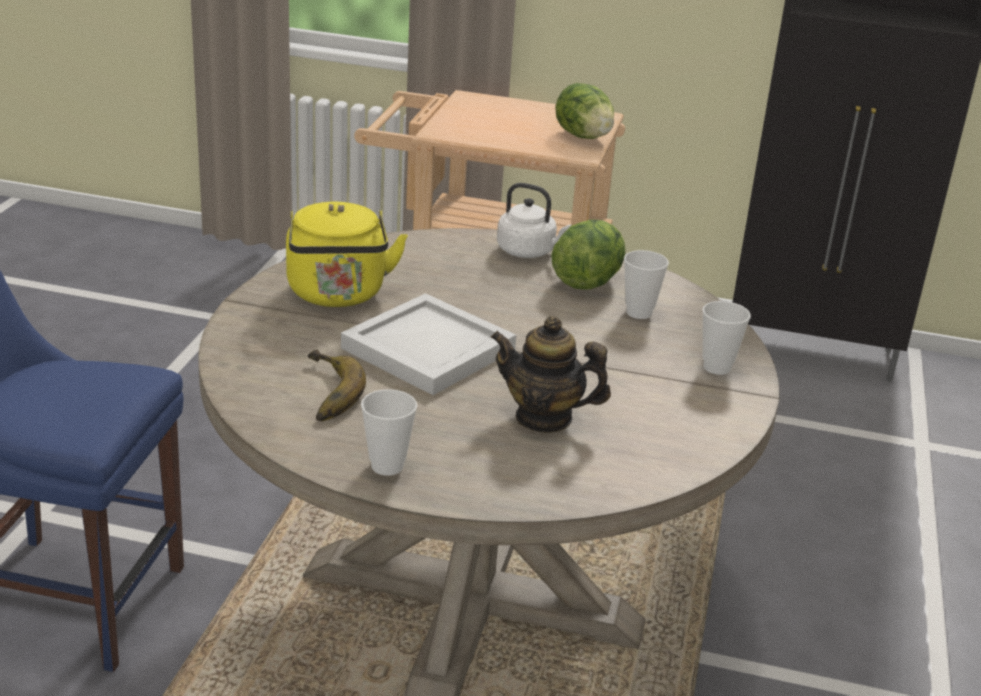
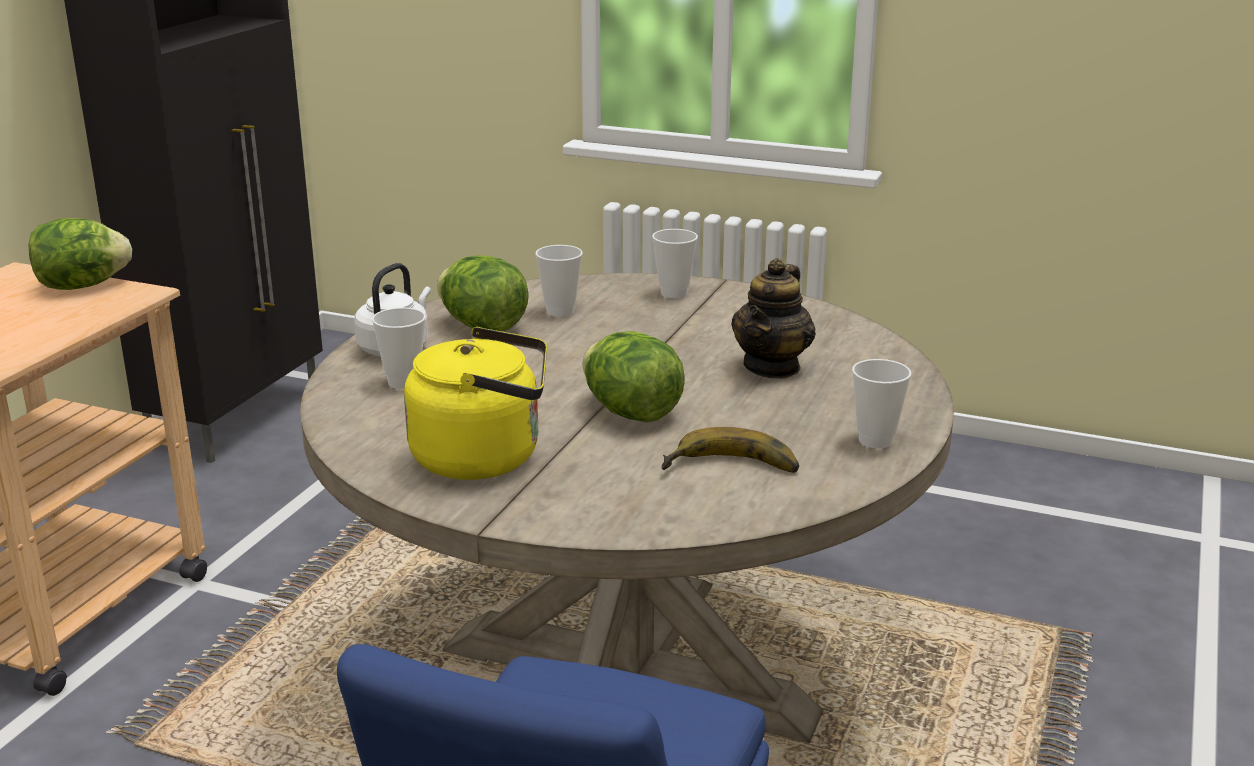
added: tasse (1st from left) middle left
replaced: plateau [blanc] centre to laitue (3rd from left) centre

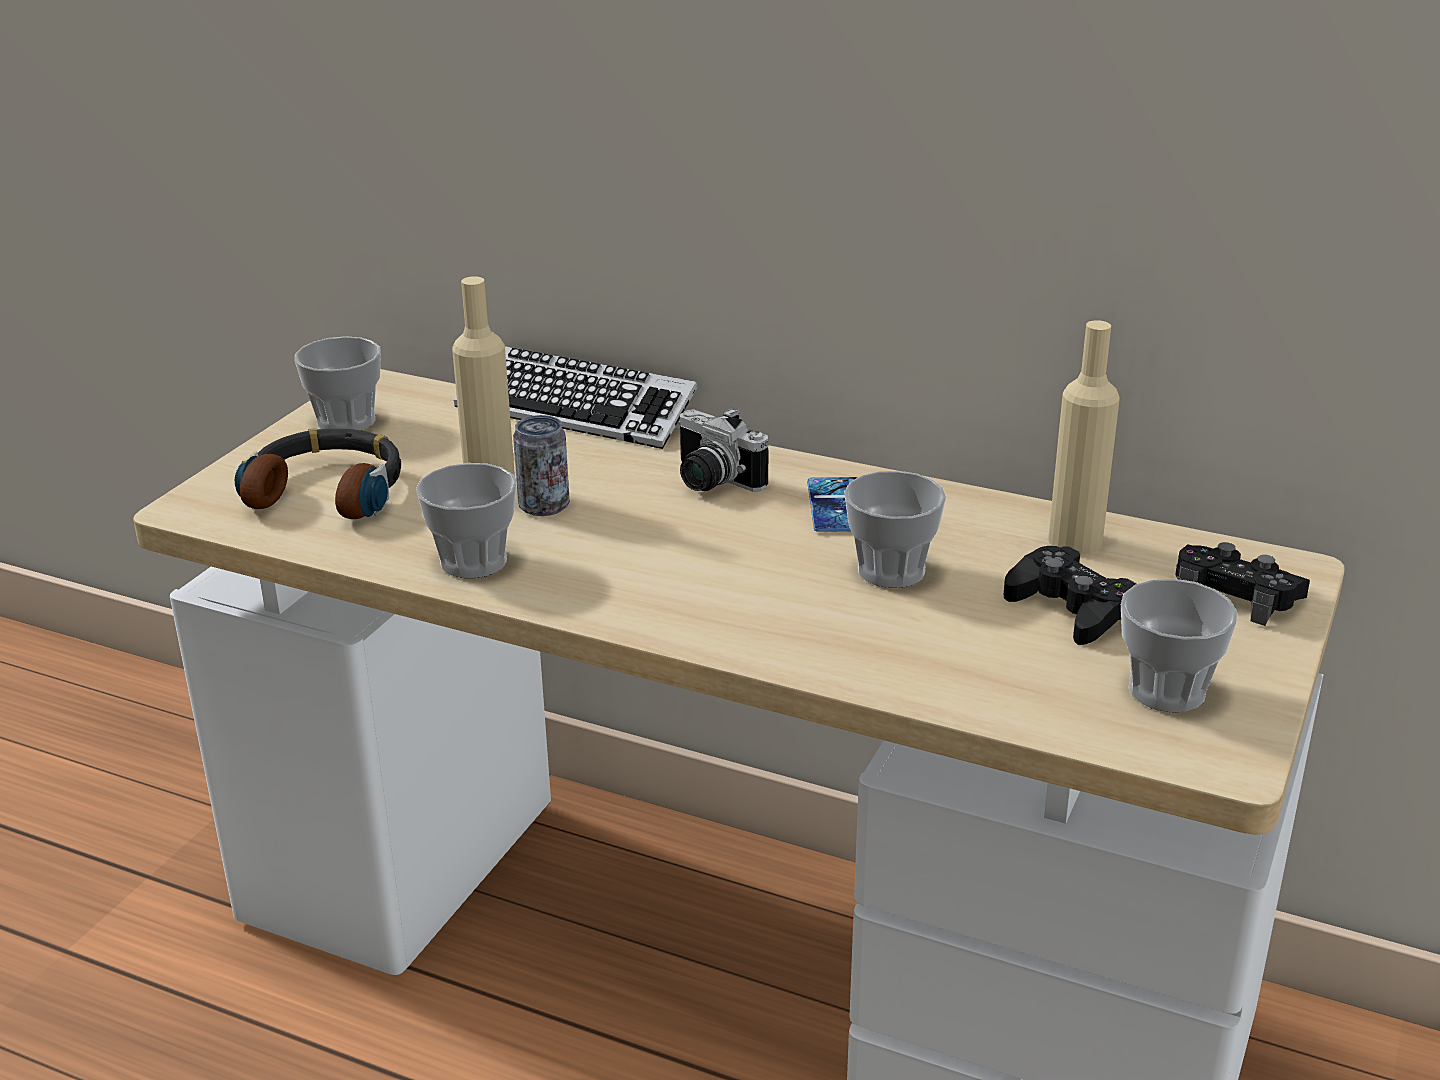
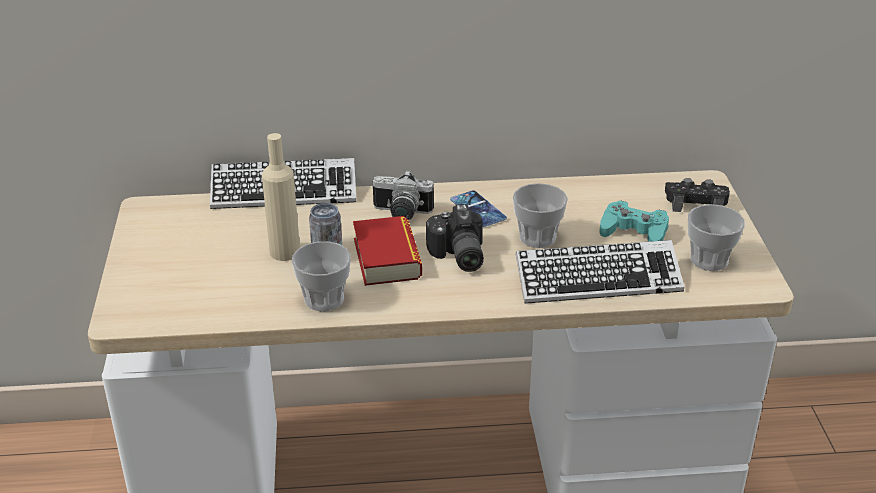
removed: casque audio middle left; tasse (1st from left) middle left; bouteille [beige] (2nd from left) middle right
added: livre centre; appareil photo (2nd from left) centre; clavier (2nd from left) middle right
recoloured: manette [noir] (1st from left) middle right to manette [turquoise] middle right

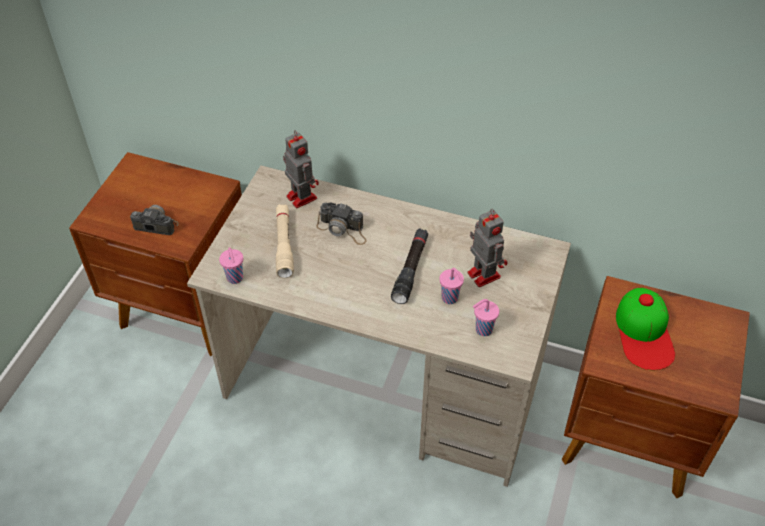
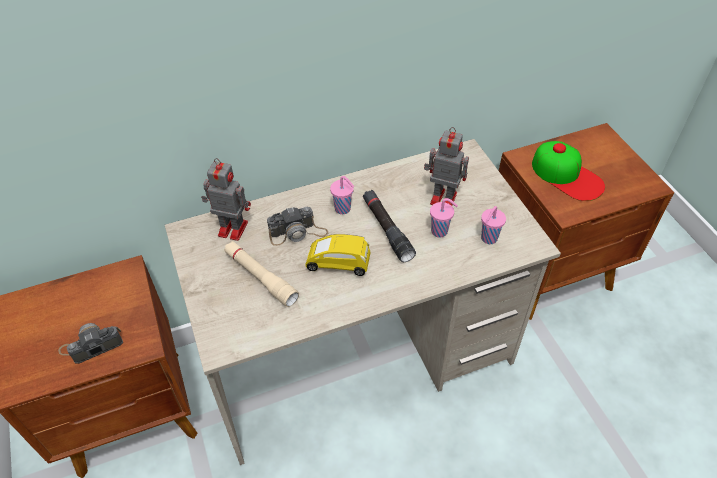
added: petite voiture [jaune] centre
moved: tasse [rose] (1st from left) middle left to centre

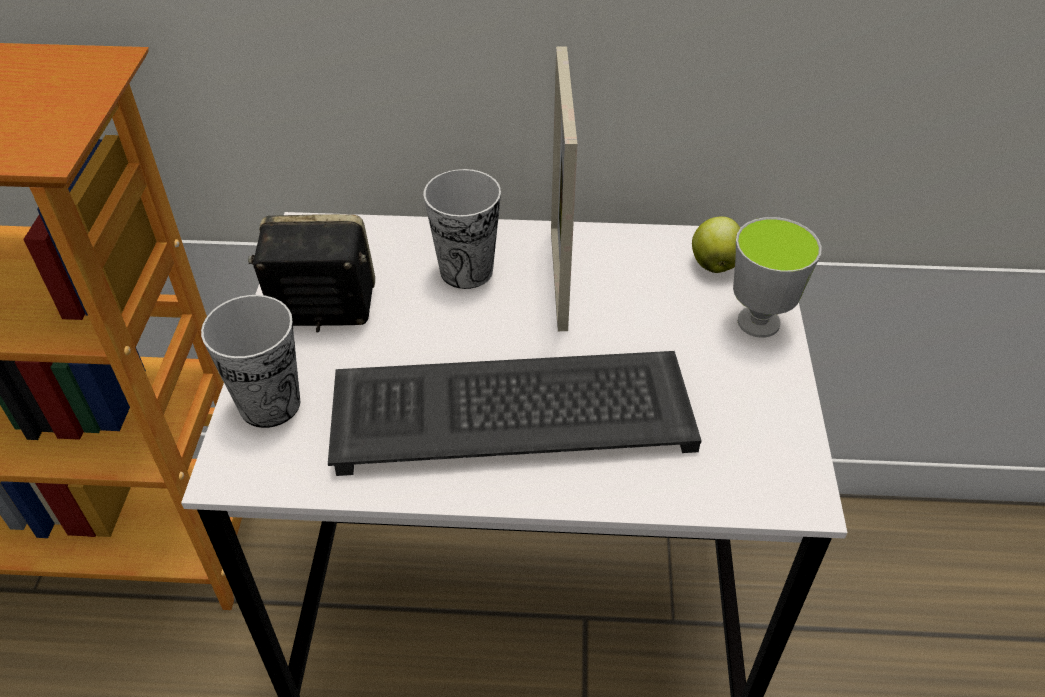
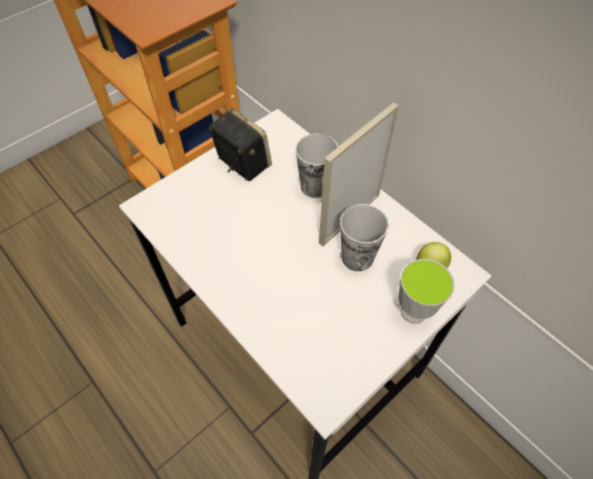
removed: clavier centre
moved: tasse (1st from left in the first image) middle left to tasse (2nd from left) centre

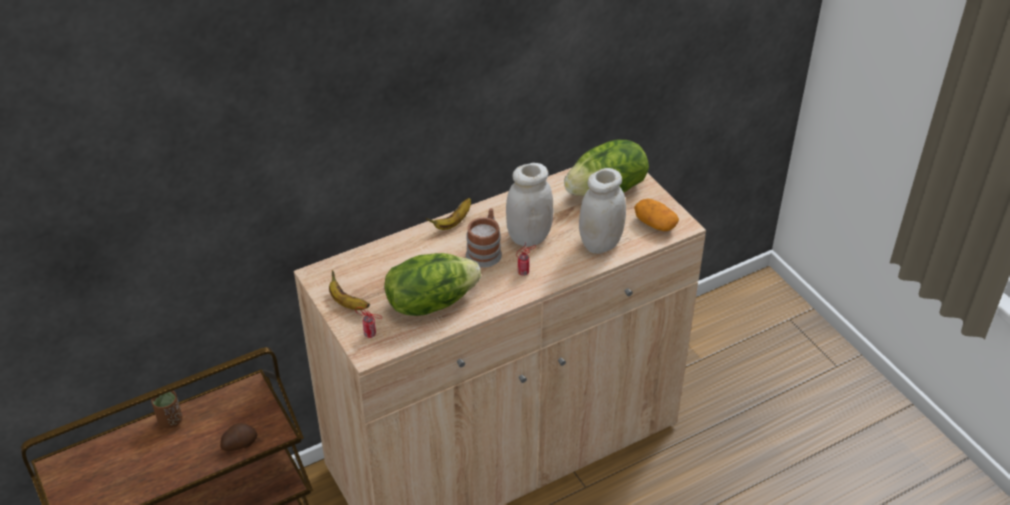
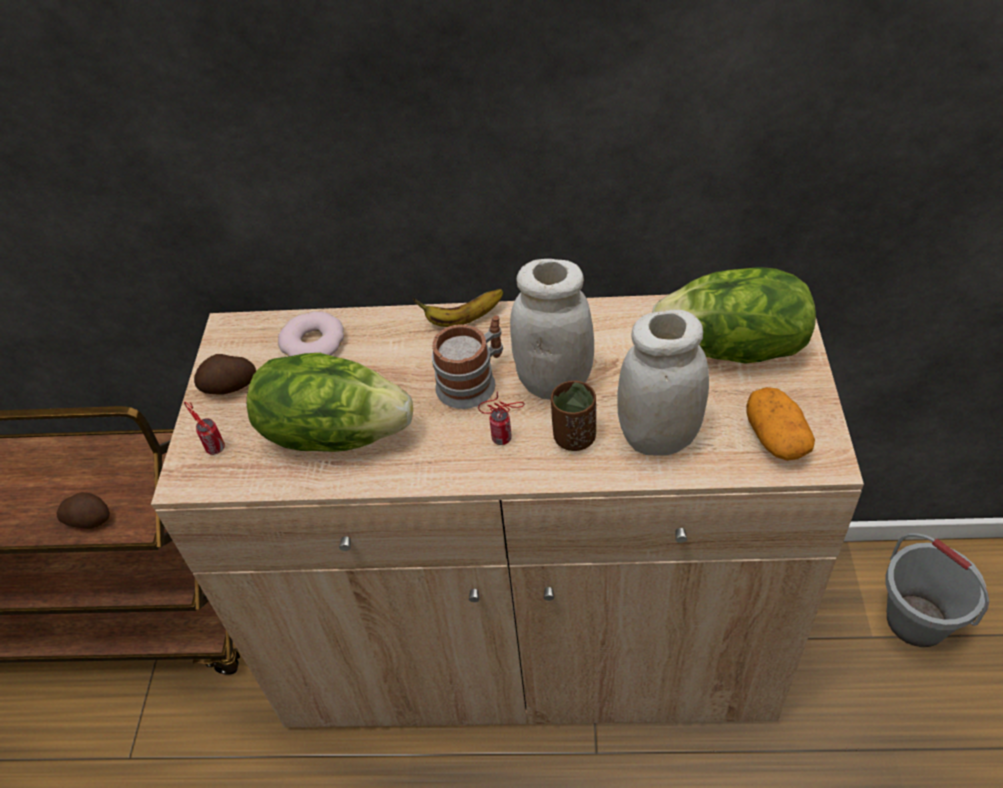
added: beignet middle left; seau [gris] bottom right
moved: tasse [marron] bottom left to centre
replaced: banane (1st from left) centre to pomme de terre (2nd from left) middle left

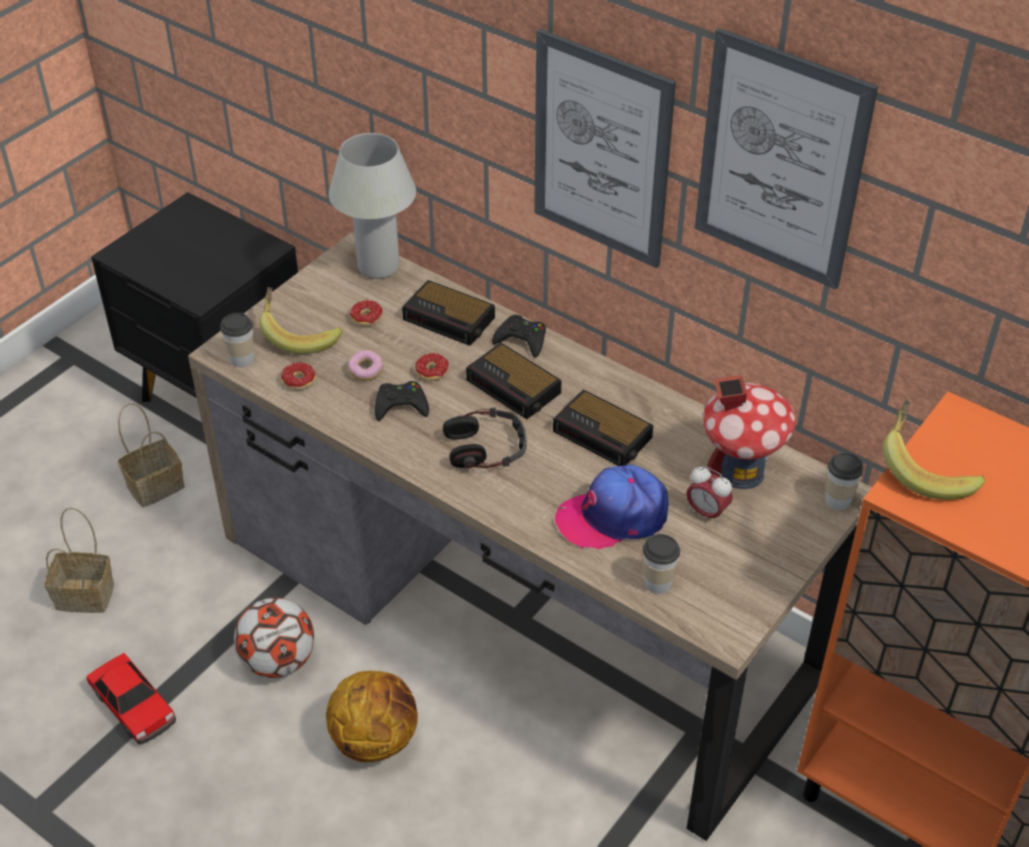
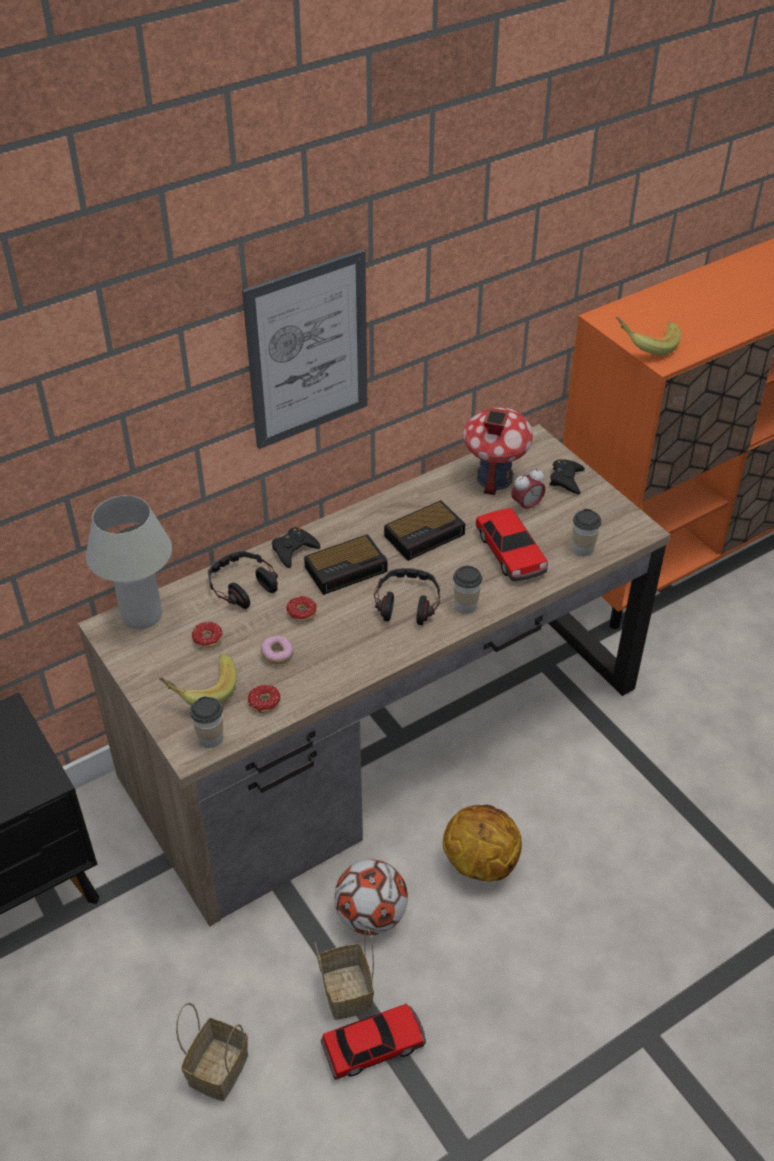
removed: tableau (2nd from left) top right
moved: panier (2nd from left) middle left to bottom centre; tasse (3rd from left in the first image) middle right to tasse (2nd from left) centre; manette [noir] (1st from left in the first image) centre to manette [noir] (2nd from left) middle right
replaced: réveil (1st from left) centre to casque audio (1st from left) middle left; casquette centre to petite voiture (2nd from left) centre

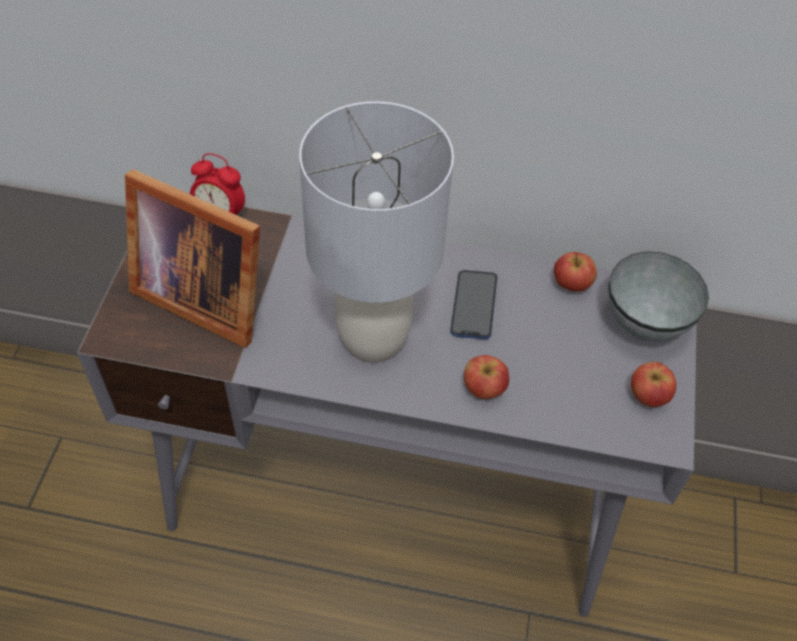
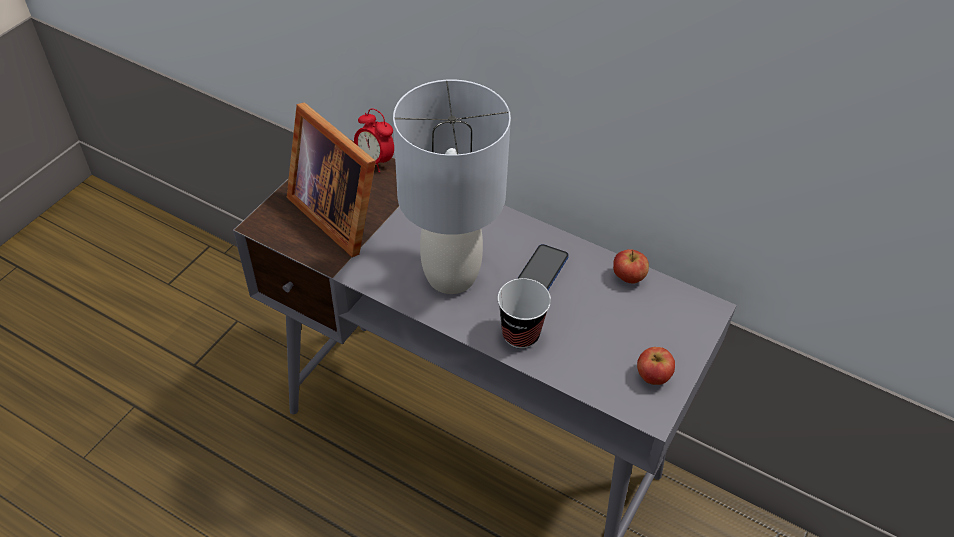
removed: bol [gris] middle right
replaced: pomme (1st from left) centre to tasse centre

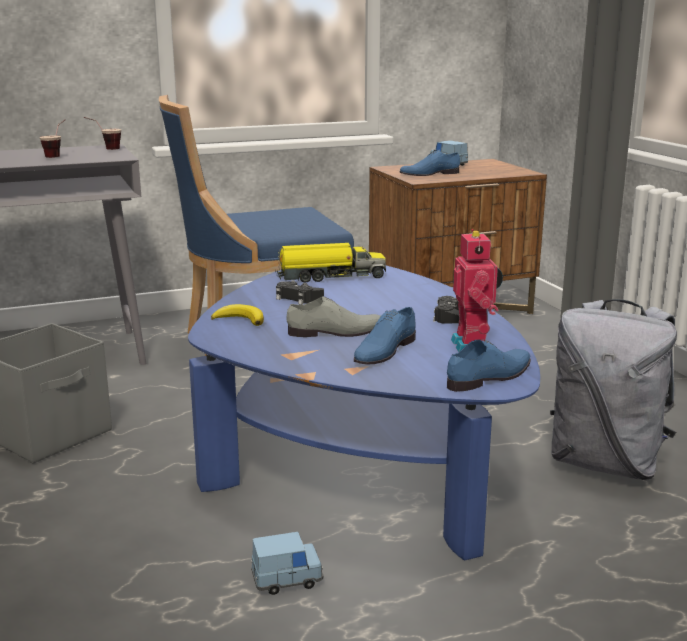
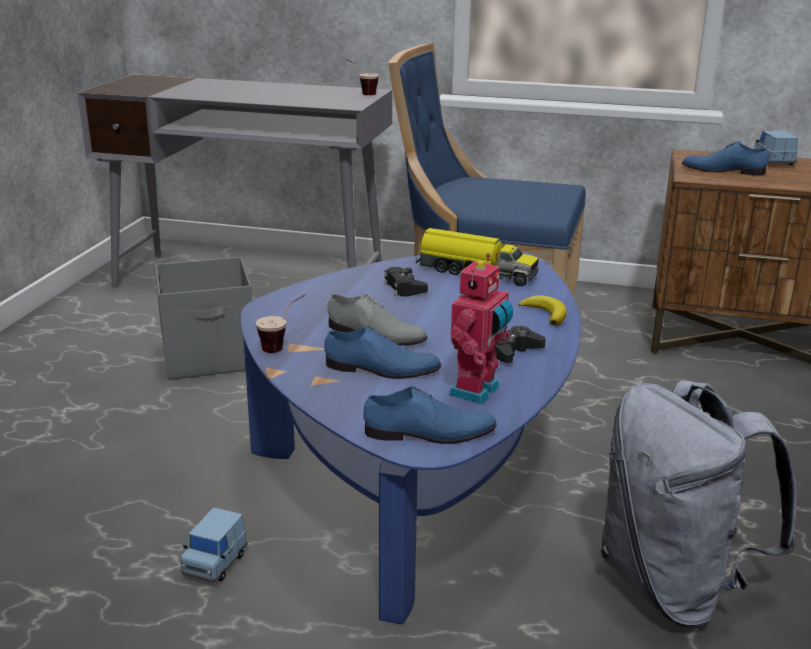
moved: tasse (1st from left) top left to centre; banane centre to middle right
turned: petite voiture [bleu] (1st from left) bottom centre = bottom left 90 degrees clockwise; chaussure [bleu] (1st from left) centre = centre 150 degrees counterclockwise

